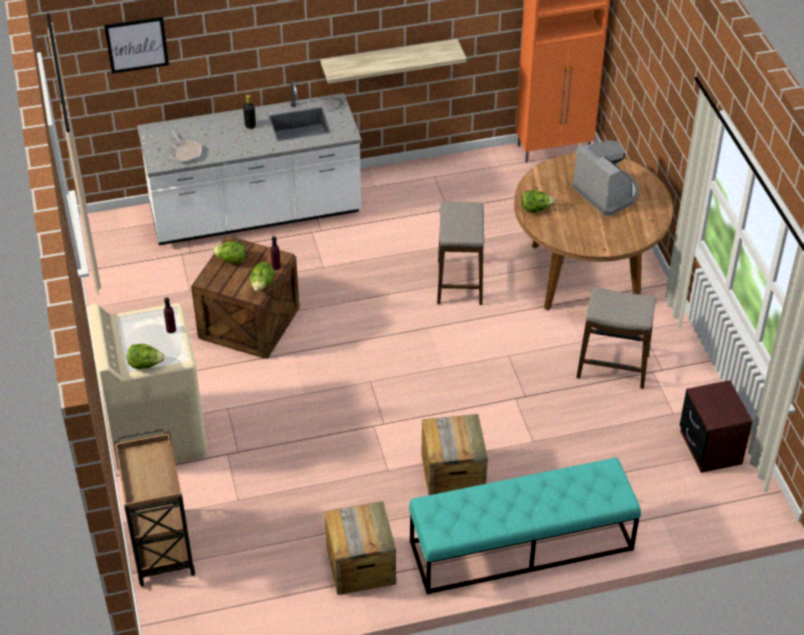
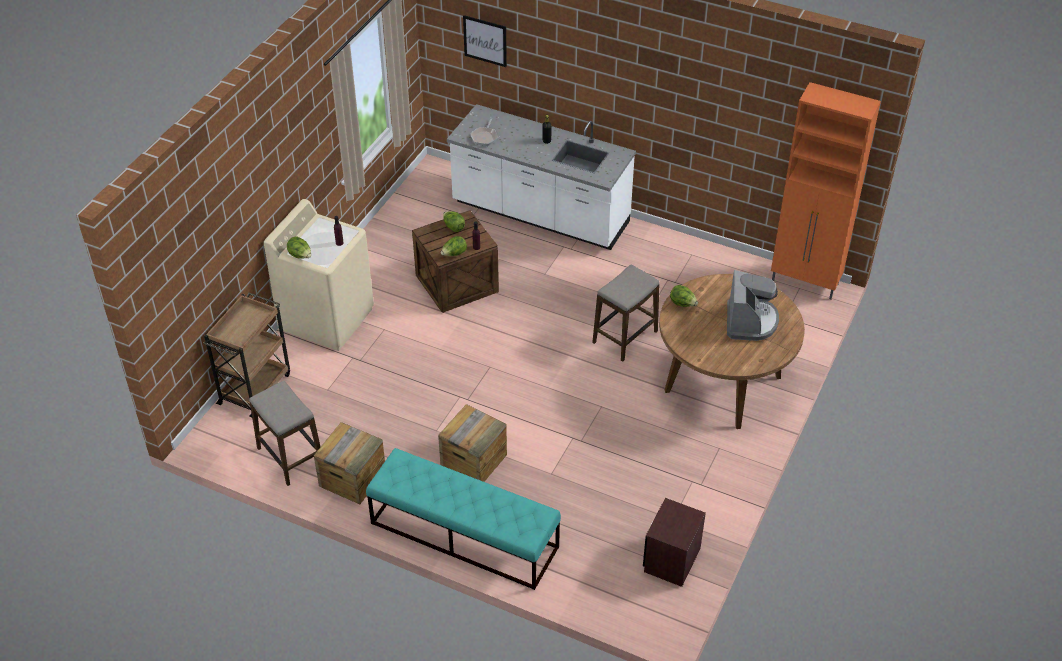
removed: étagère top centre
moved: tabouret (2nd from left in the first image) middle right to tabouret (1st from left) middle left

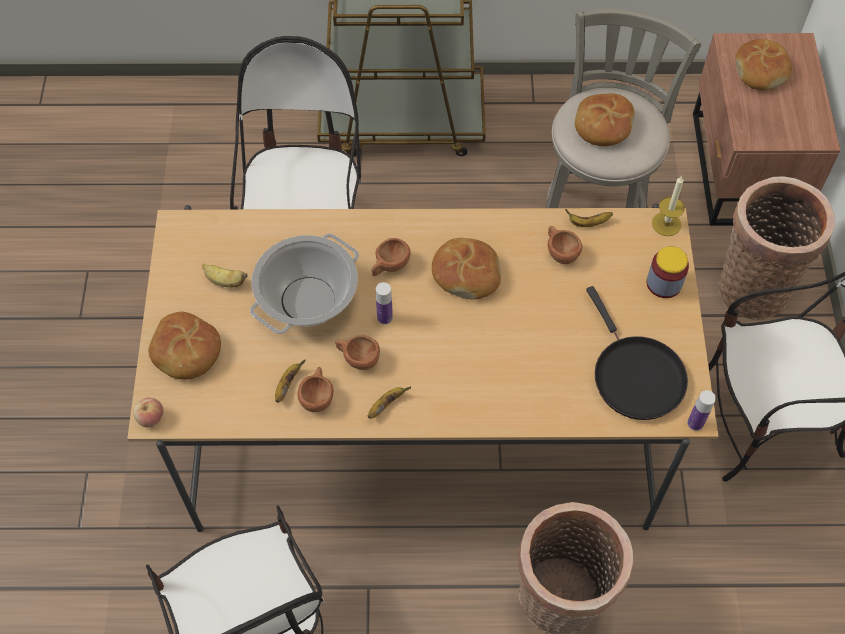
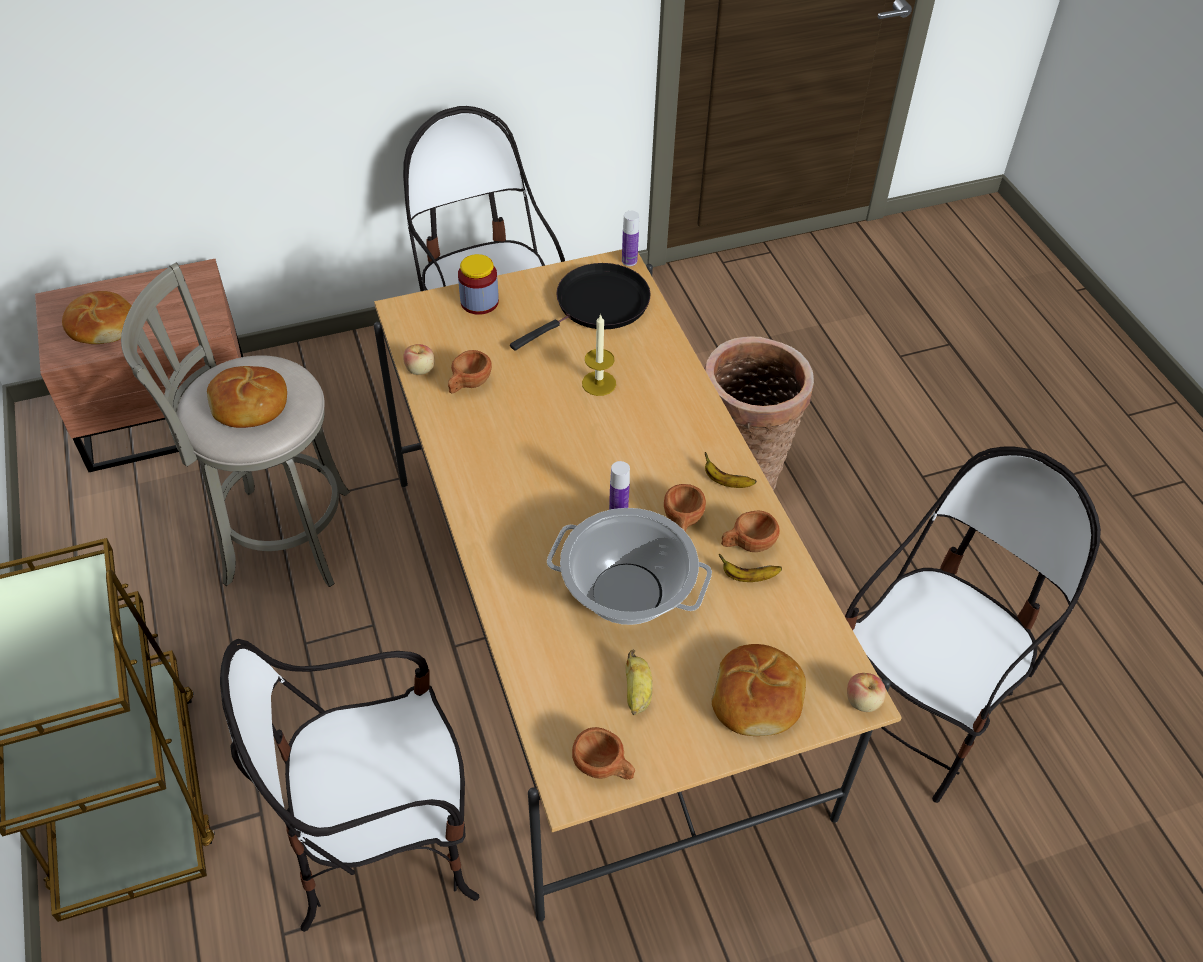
removed: pain (2nd from left) centre; panier (2nd from left) middle right
moved: tasse [marron] (3rd from left in the first image) centre to tasse [marron] (2nd from left) bottom centre; bougie top right to centre
replaced: banane (4th from left) middle right to pomme (1st from left) centre

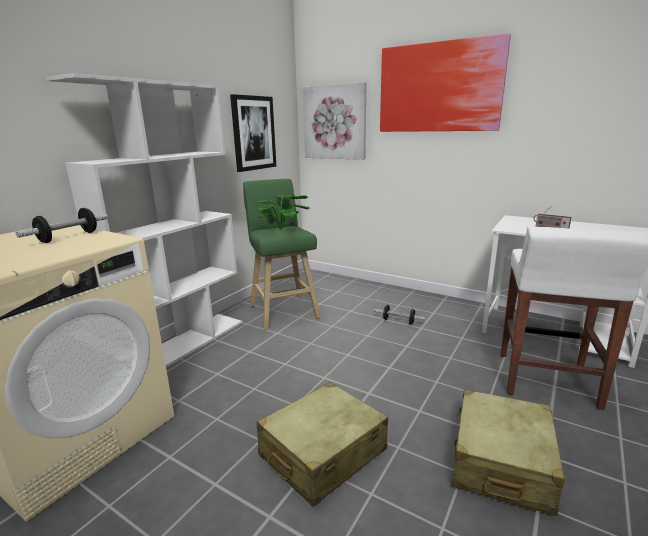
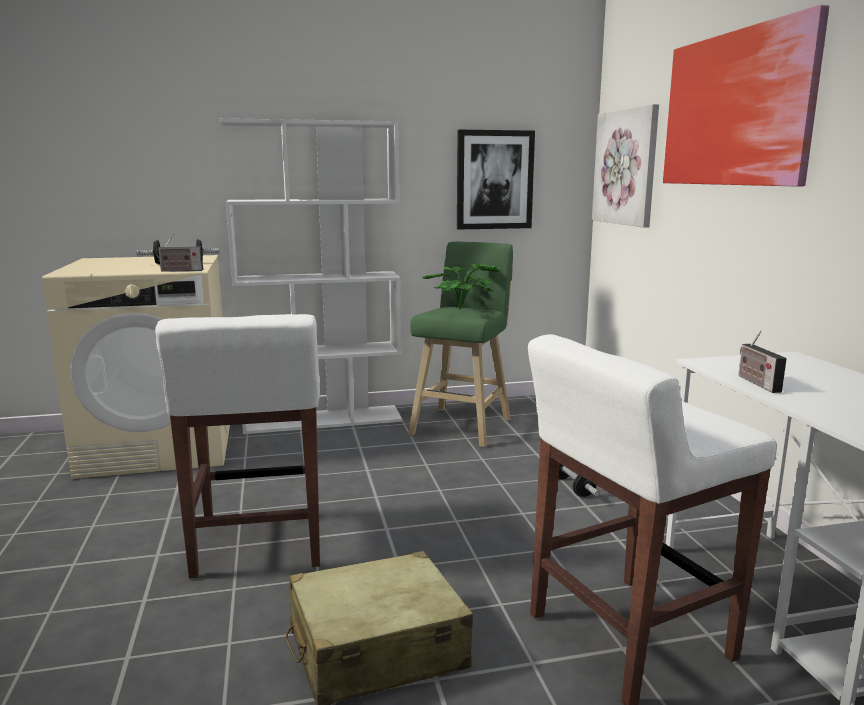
added: radio (1st from left) middle left
replaced: valise [beige] (1st from left) bottom centre to tabouret [blanc] (1st from left) middle left

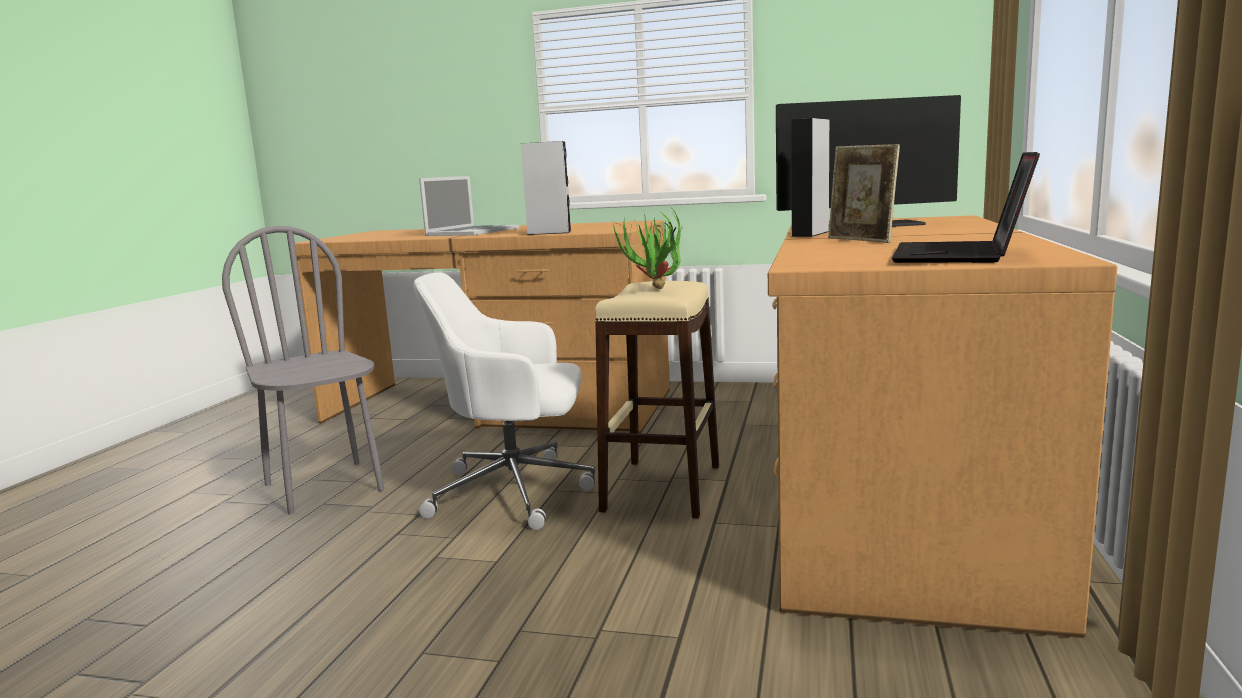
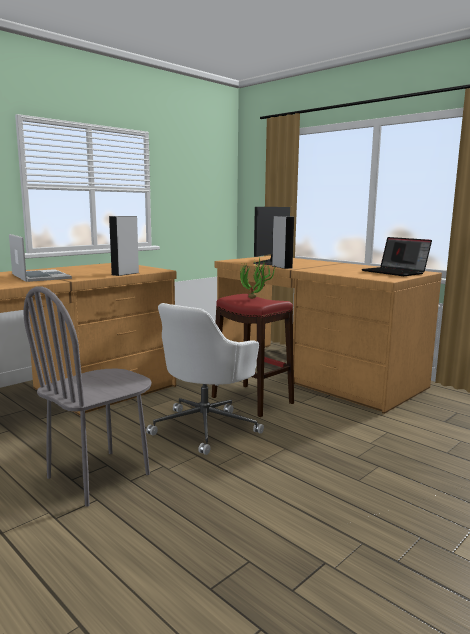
removed: cadre photo top right
recoloured: tabouret [beige] centre to tabouret [rouge] centre
turned: chaise [gris] middle left = middle left 45 degrees counterclockwise

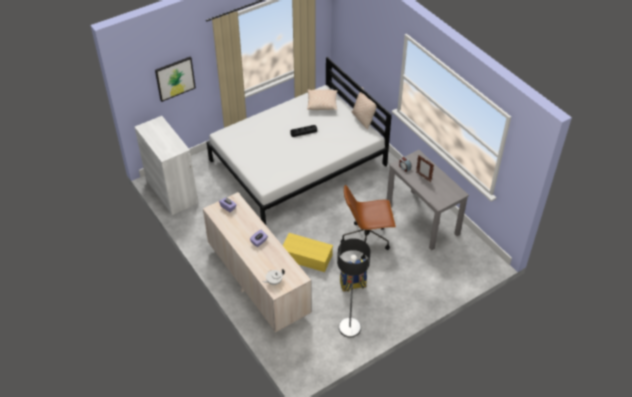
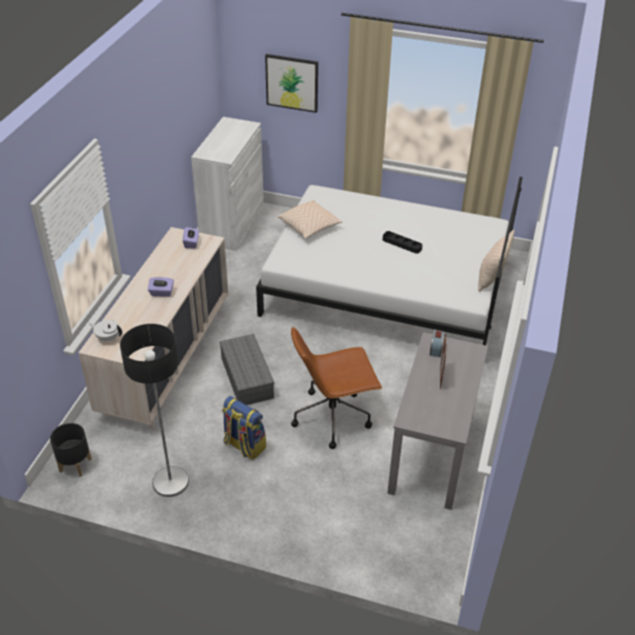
added: cache-pot [noir] bottom left
moved: coussin [beige] (1st from left) top centre to centre
recoloured: boîte de rangement [jaune] centre to boîte de rangement [gris] centre
turned: chaise de bureau [marron] centre = centre 60 degrees counterclockwise

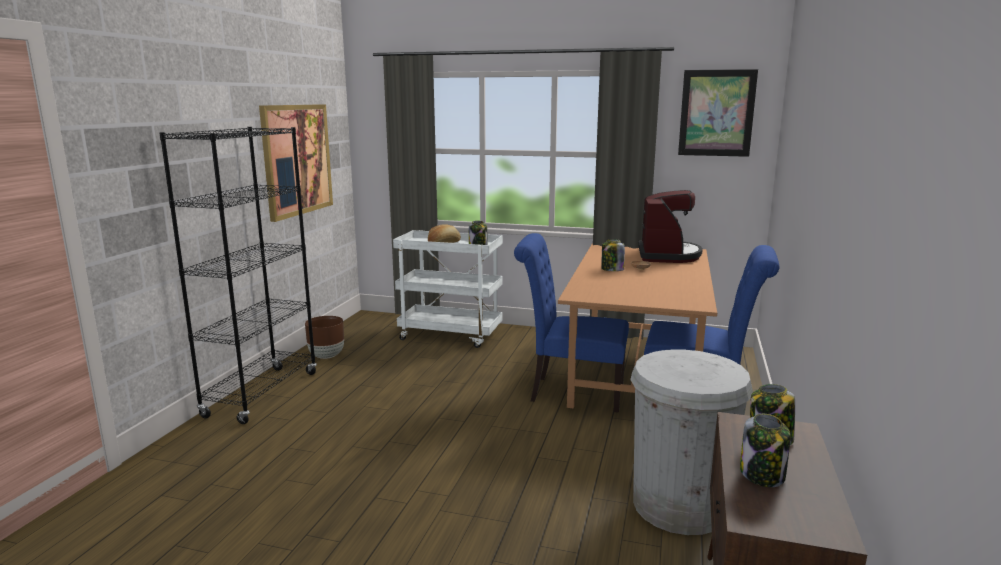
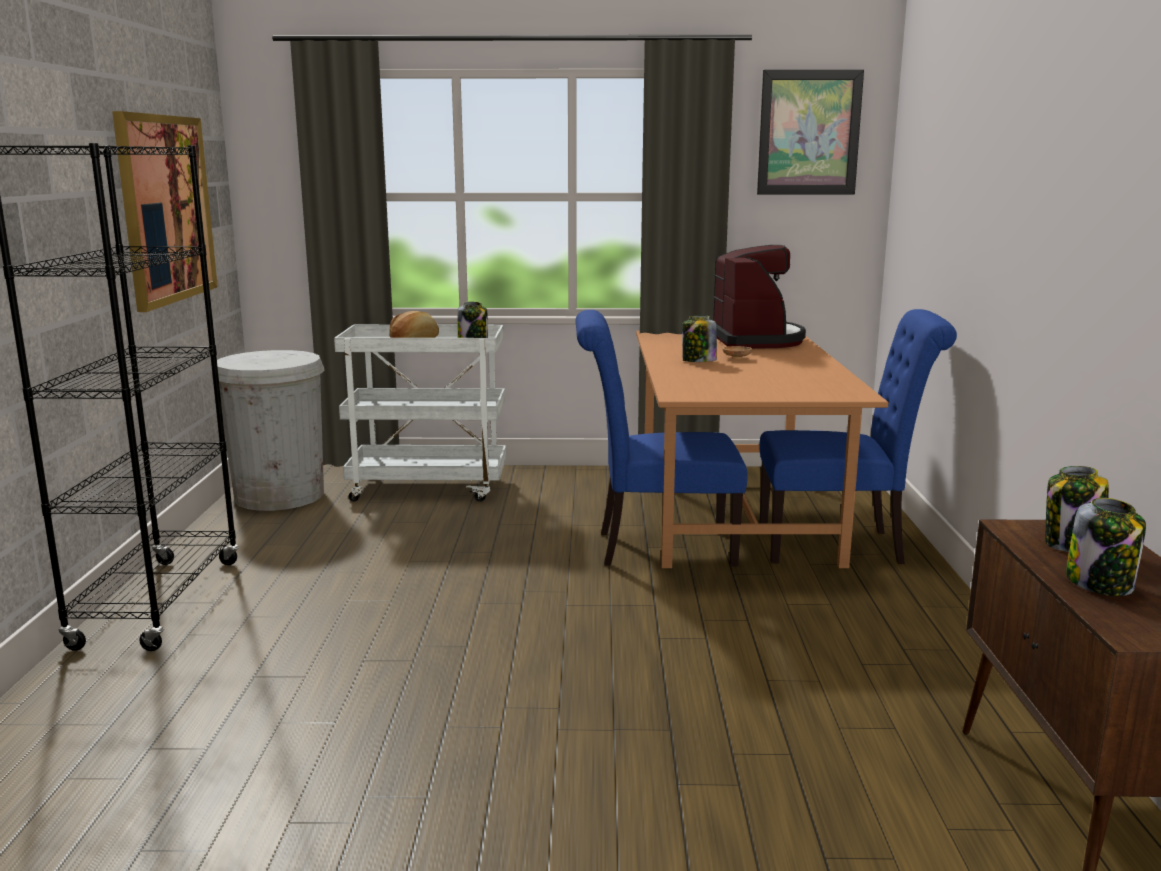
removed: cache-pot [marron] middle left
moved: poubelle [blanc] bottom right to middle left

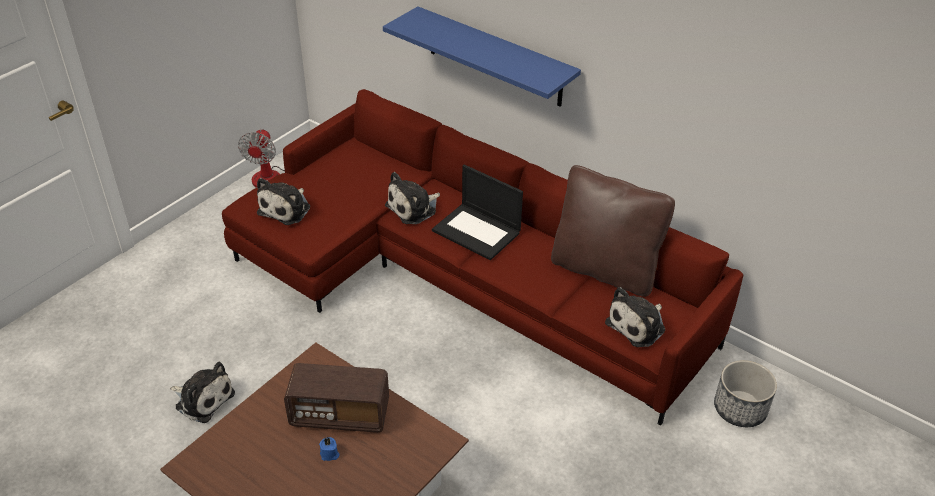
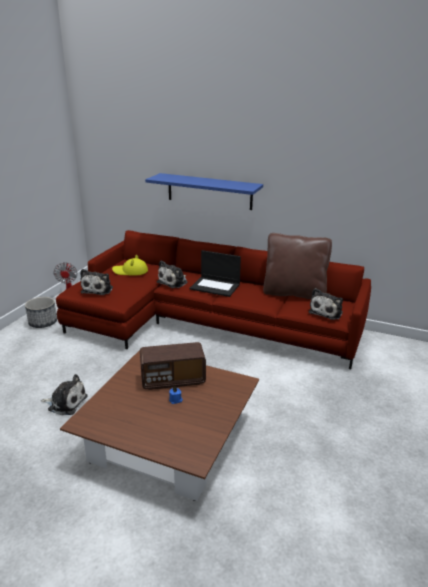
added: chapeau [jaune] middle left
moved: cache-pot bottom right to middle left

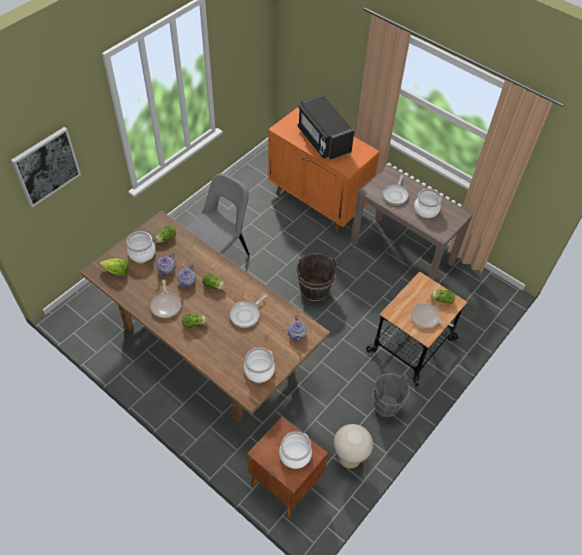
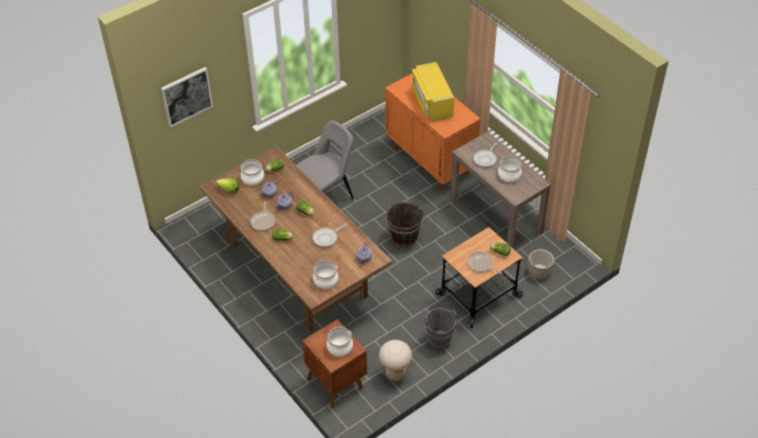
added: cache-pot middle right
recoloured: micro-ondes [noir] top centre to micro-ondes [jaune] top centre

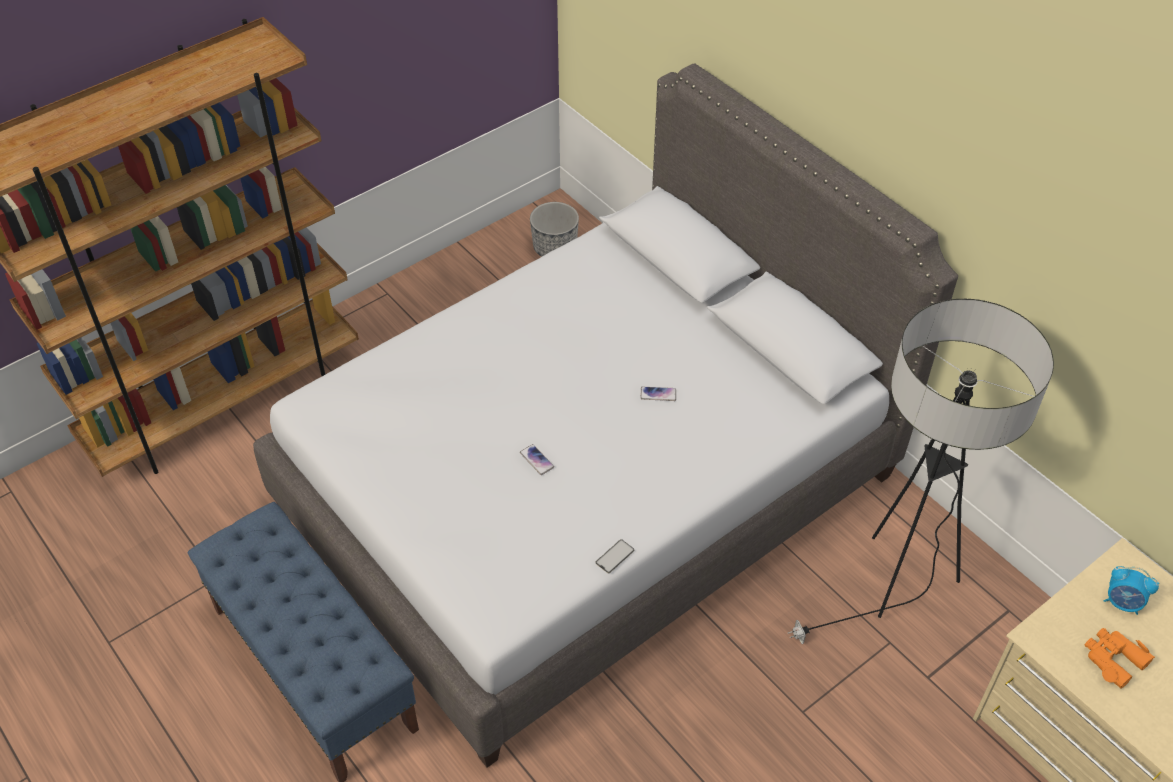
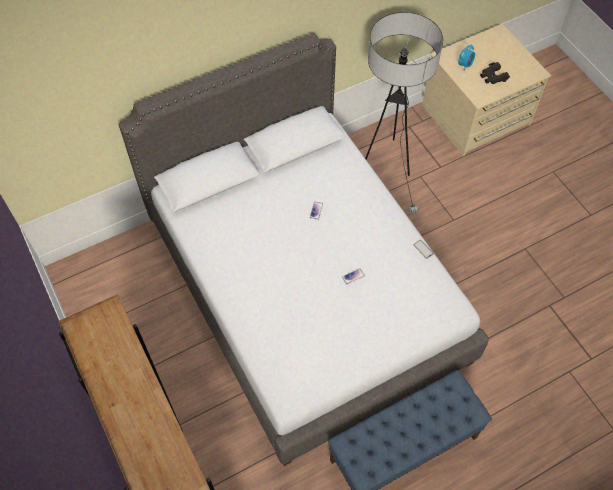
removed: cache-pot top centre
recoloured: jumelles [orange] bottom right to jumelles [noir] top right

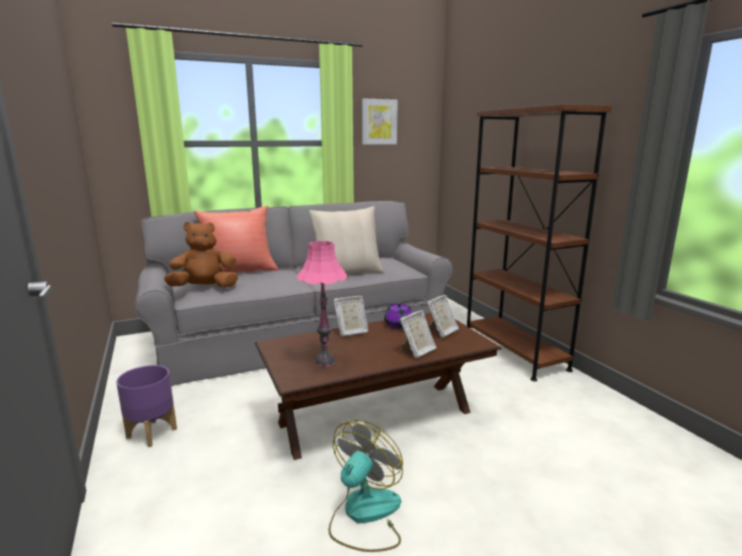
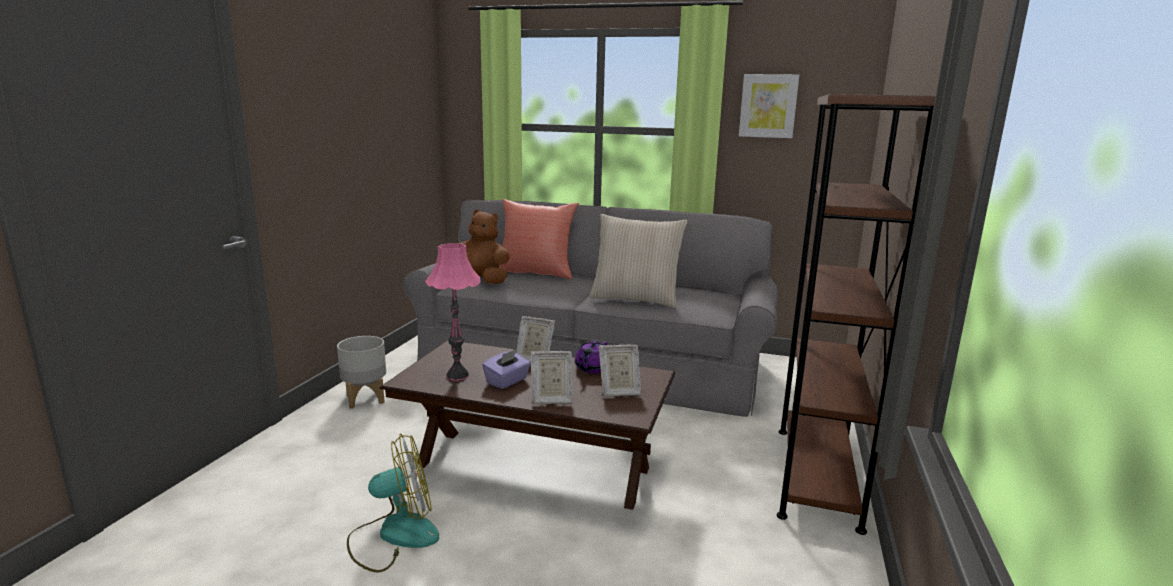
added: boîte à mouchoirs [violet] centre
recoloured: cache-pot [violet] bottom left to cache-pot [gris] middle left

